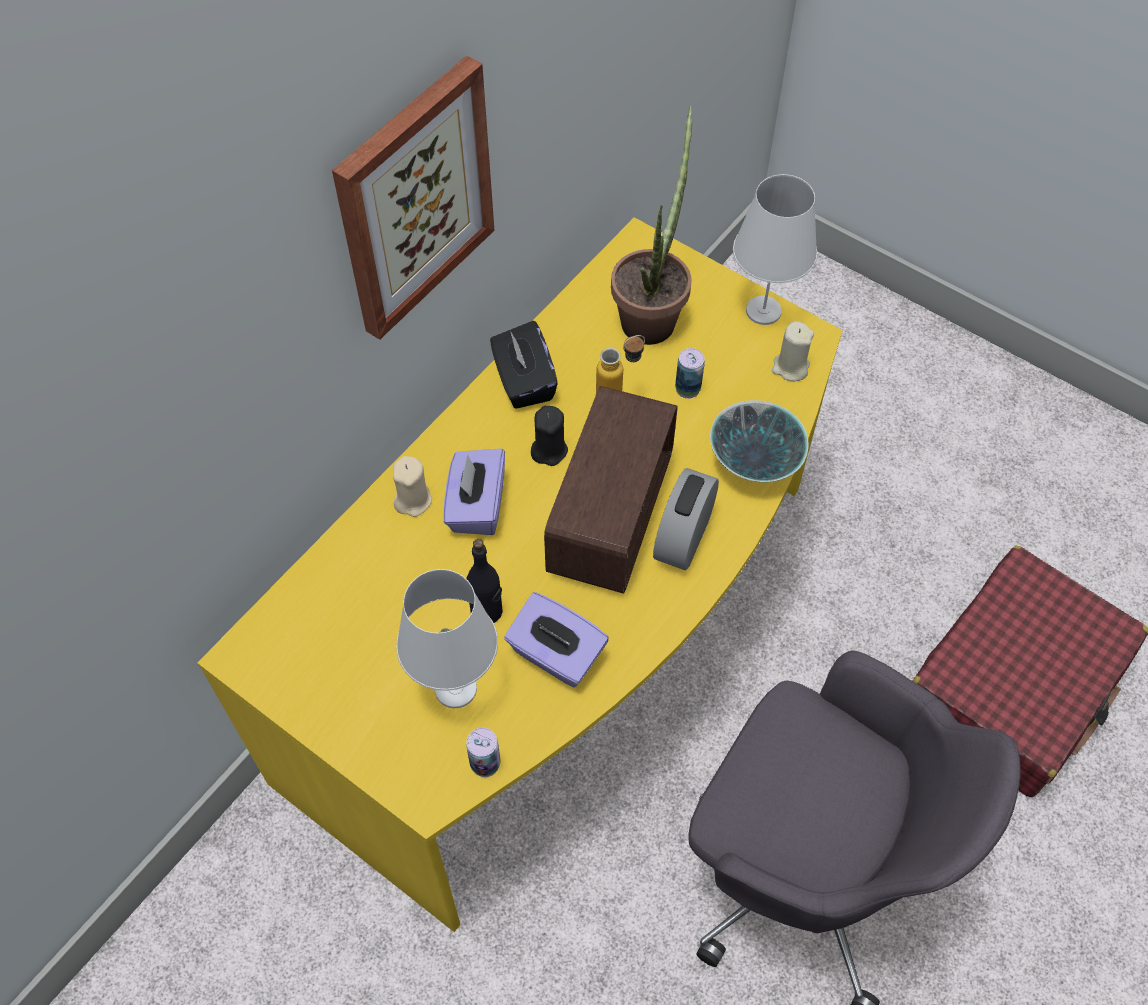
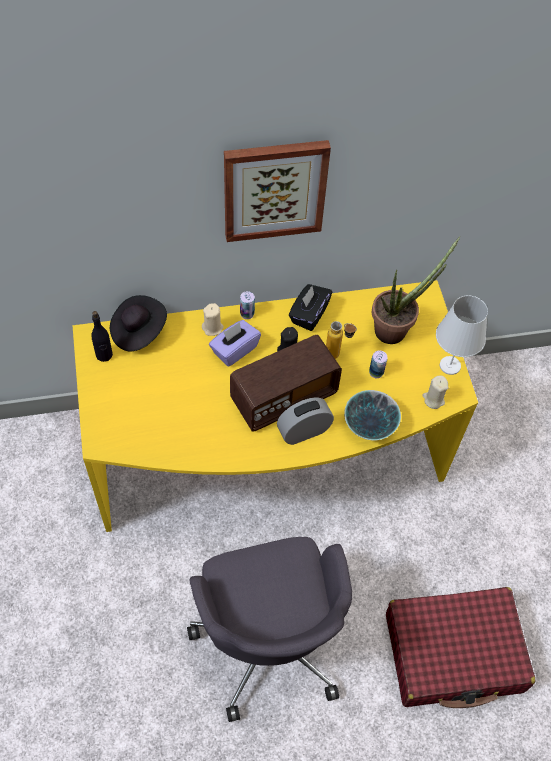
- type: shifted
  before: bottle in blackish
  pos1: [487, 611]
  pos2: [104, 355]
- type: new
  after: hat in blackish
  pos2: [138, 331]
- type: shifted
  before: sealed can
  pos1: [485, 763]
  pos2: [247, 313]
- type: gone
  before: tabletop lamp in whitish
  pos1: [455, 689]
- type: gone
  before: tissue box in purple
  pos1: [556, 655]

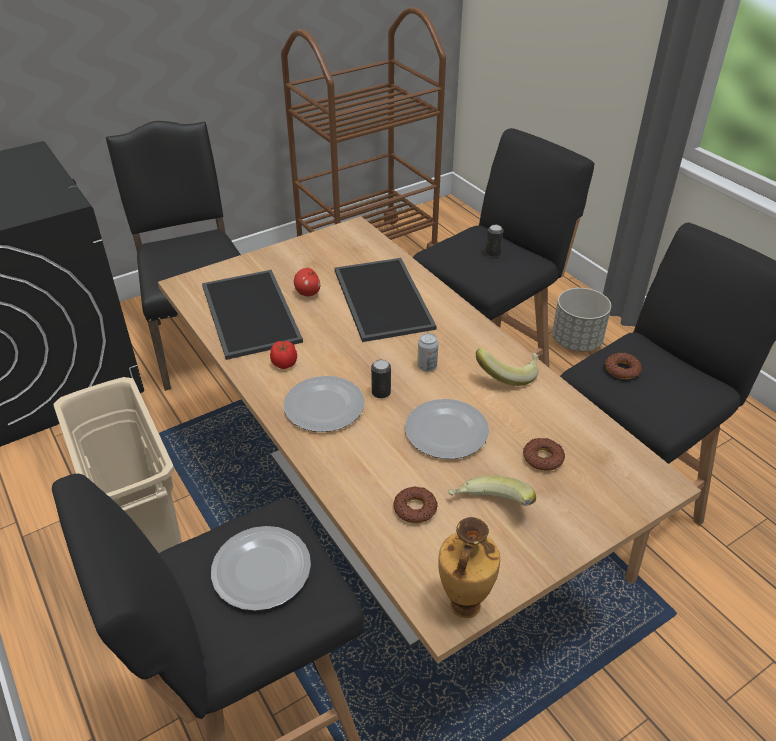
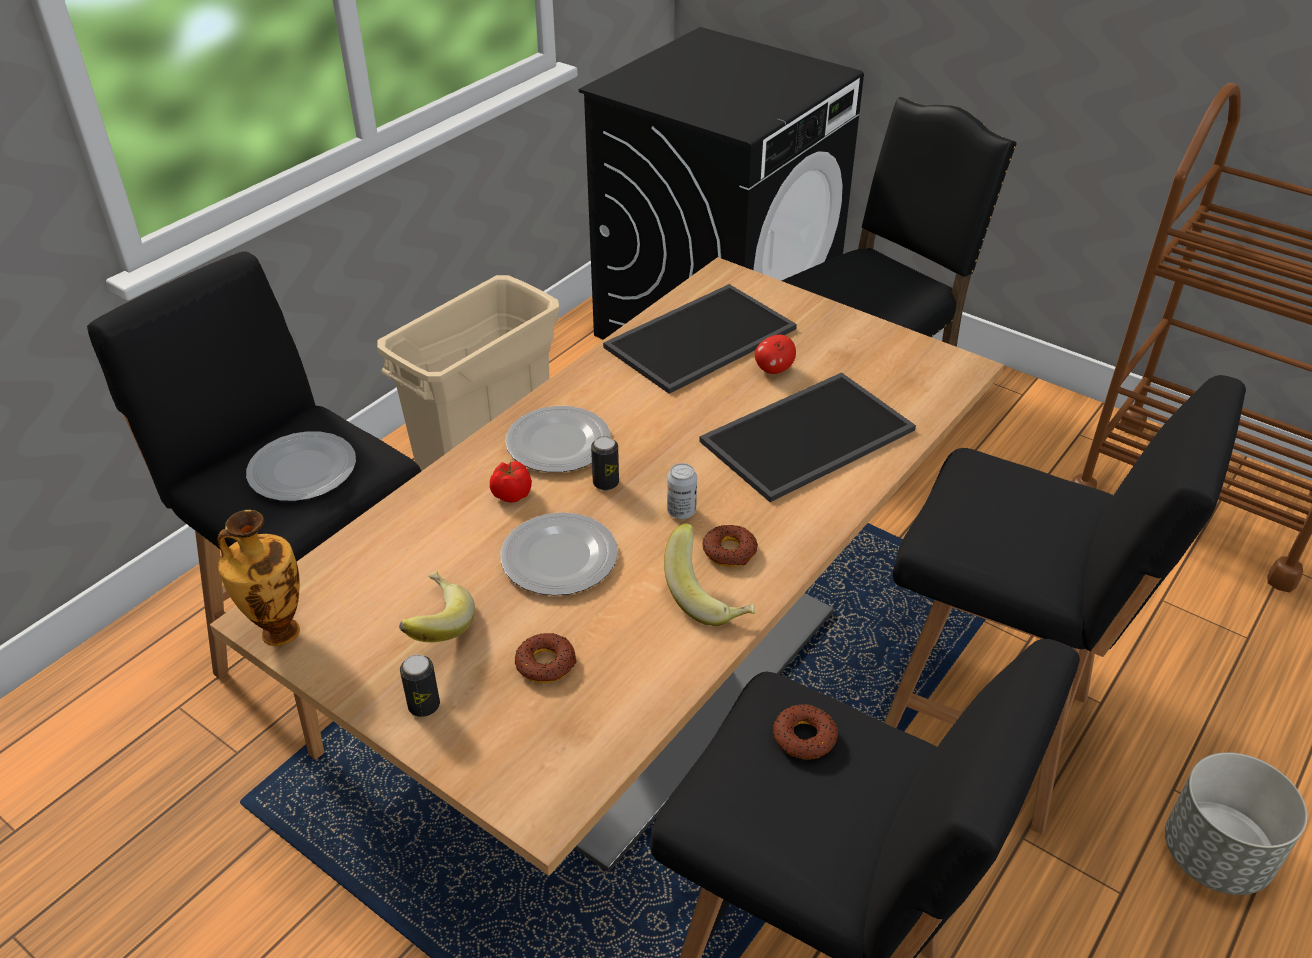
- type: shifted
  before: sealed can
  pos1: [493, 254]
  pos2: [424, 705]
- type: shifted
  before: fresh tomato
  pos1: [284, 364]
  pos2: [511, 494]
- type: shifted
  before: ring doughnut
  pos1: [415, 508]
  pos2: [729, 551]

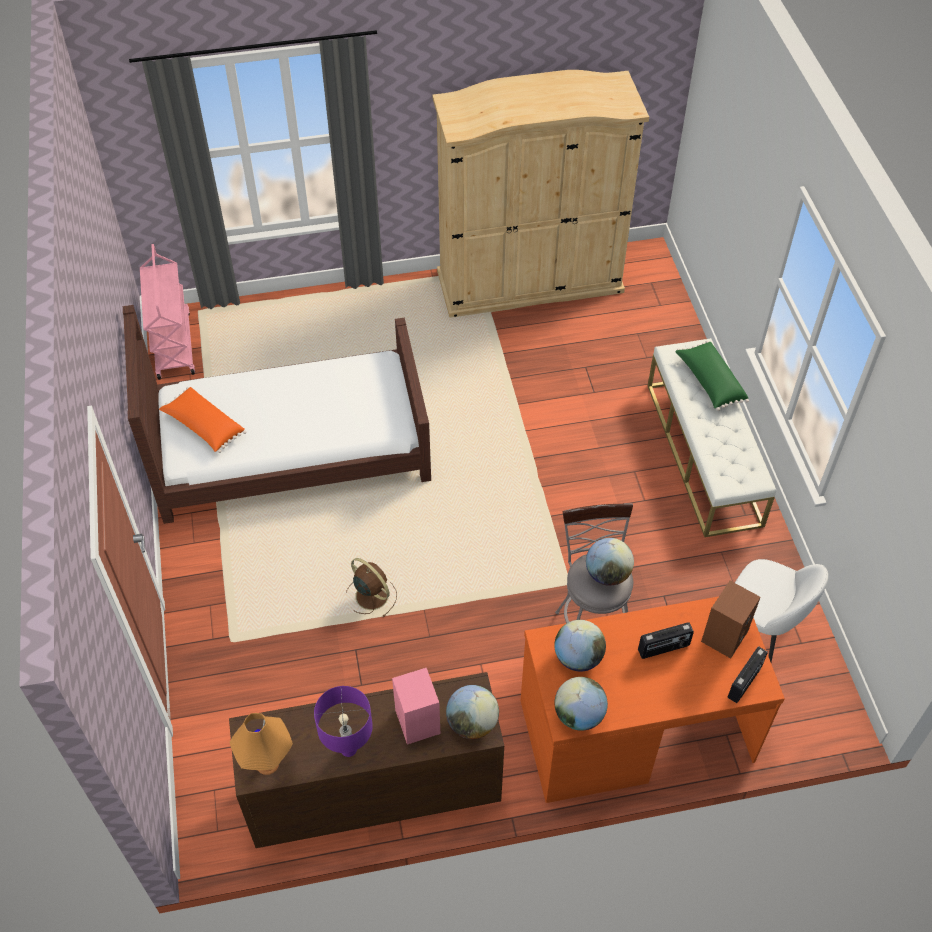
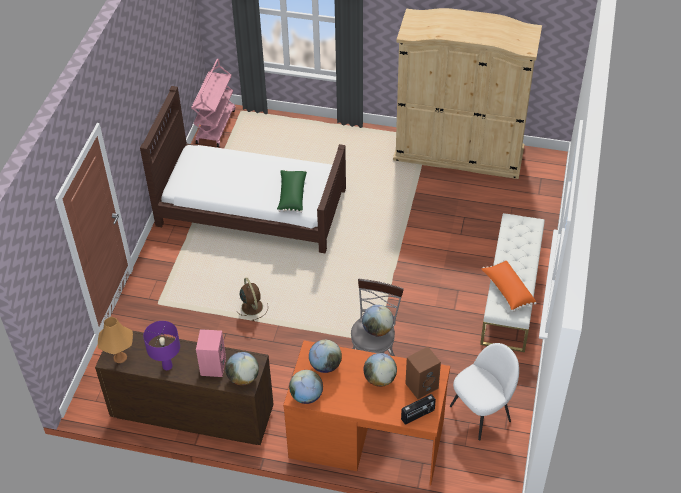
- type: shifted
  before: throw pillow in greenish
  pos1: [709, 382]
  pos2: [291, 195]
- type: swapped
  before: radio receiver
  after: globe
  pos1: [663, 648]
  pos2: [380, 379]
- type: rotated
  before: plain chair in whitish
  pos1: [759, 632]
  pos2: [481, 412]
  turn: -90
- type: shifted
  before: throw pillow in orange-coloured
  pos1: [204, 427]
  pos2: [507, 290]

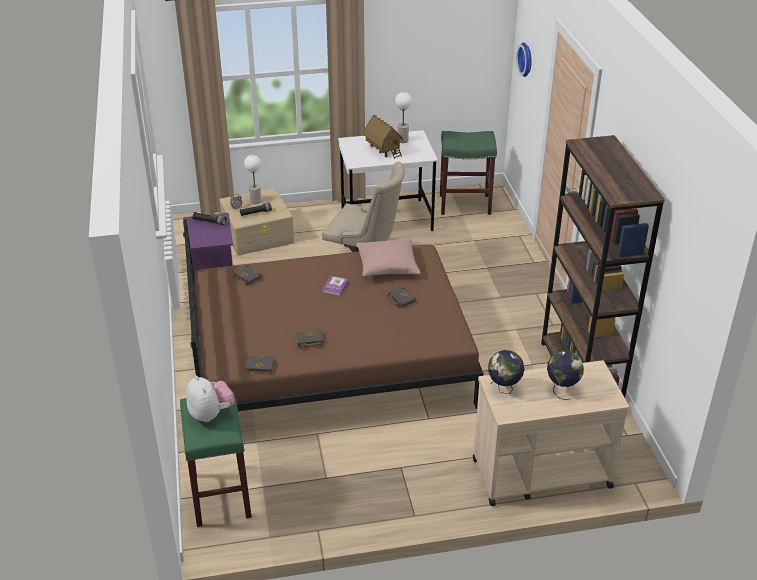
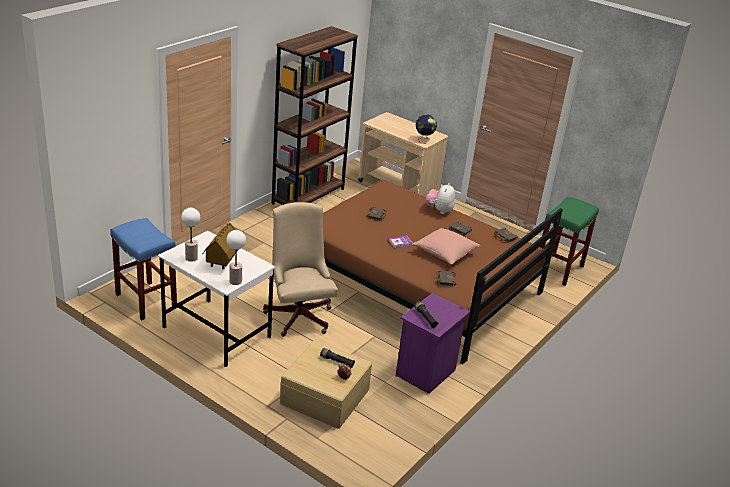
- type: repainted
  before: stool in greenish
  after: stool in bluish
  pos1: [465, 204]
  pos2: [145, 300]
- type: shifted
  before: tabletop lamp
  pos1: [255, 201]
  pos2: [235, 281]
- type: shifted
  before: throw pillow in pink-coloured
  pos1: [387, 266]
  pos2: [445, 253]
- type: shifted
  before: cuddly toy
  pos1: [211, 414]
  pos2: [439, 210]
- type: gone
  before: hanging clock
  pos1: [527, 59]
- type: gone
  before: globe
  pos1: [562, 389]

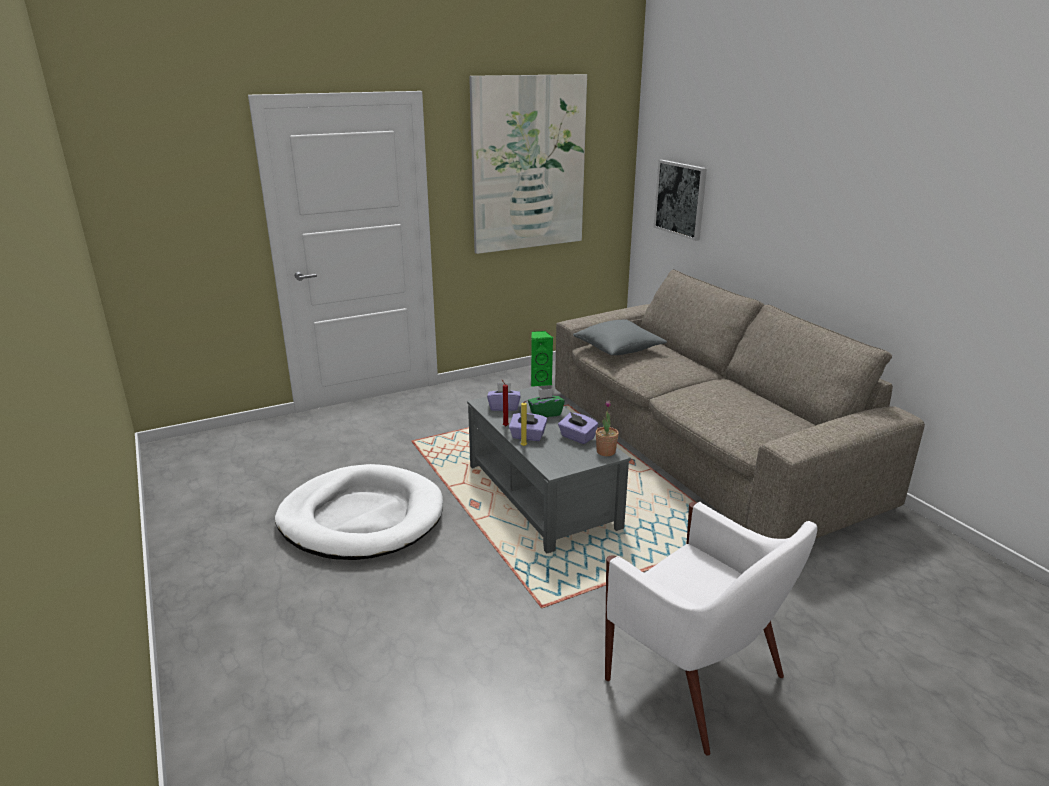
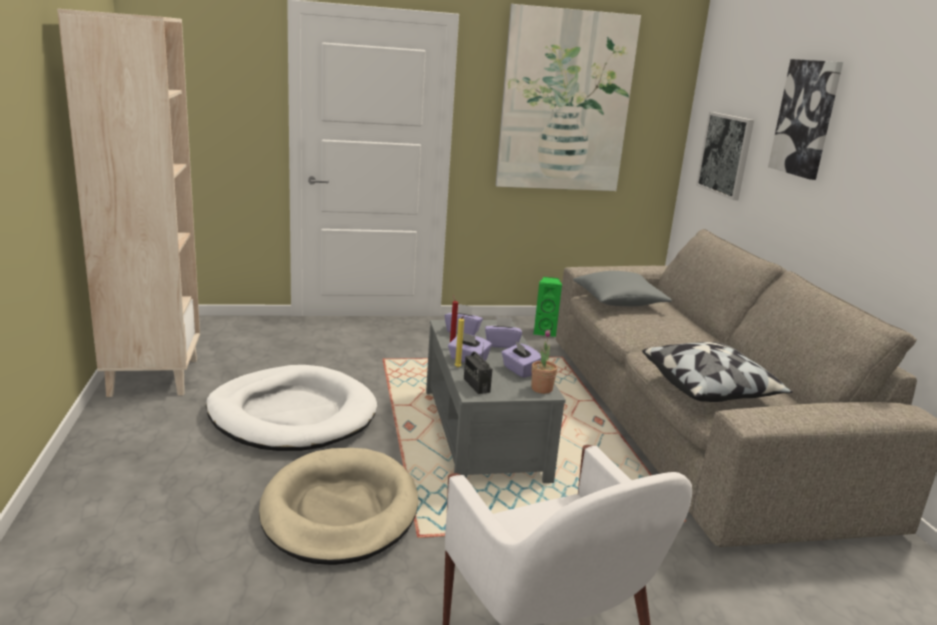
- type: new
  after: bookcase in sand-coloured
  pos2: [153, 376]
- type: new
  after: pet bed in sand-coloured
  pos2: [339, 511]
- type: new
  after: radio receiver
  pos2: [476, 385]
- type: repainted
  before: tissue box in greenish
  after: tissue box in purple
  pos1: [545, 413]
  pos2: [501, 344]
- type: new
  after: throw pillow
  pos2: [710, 389]
- type: new
  after: wall art
  pos2: [806, 118]

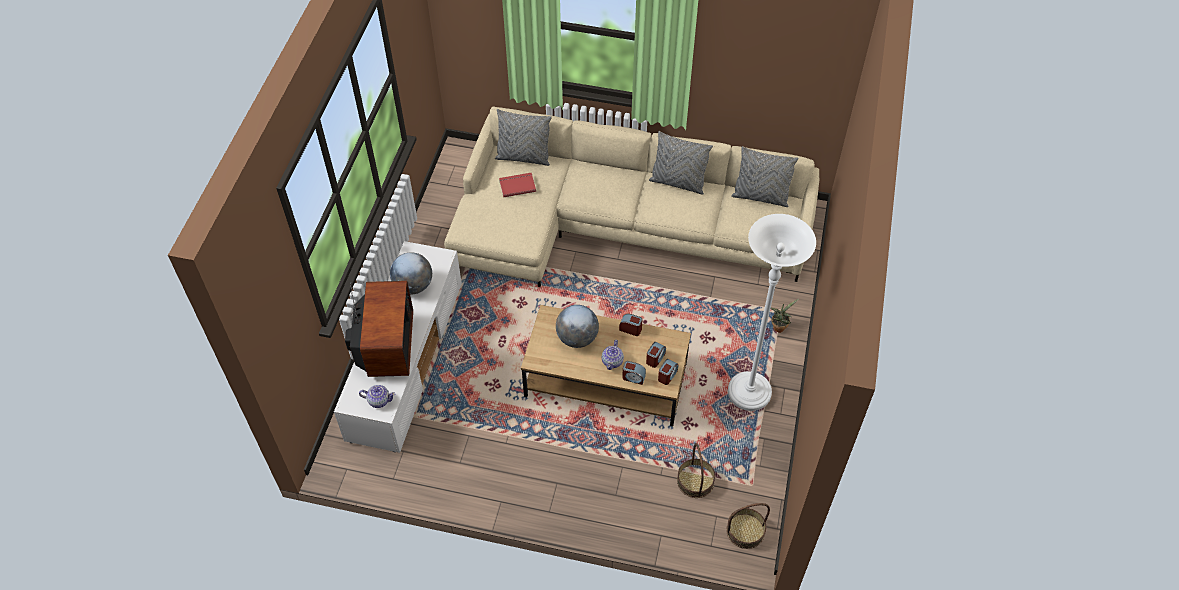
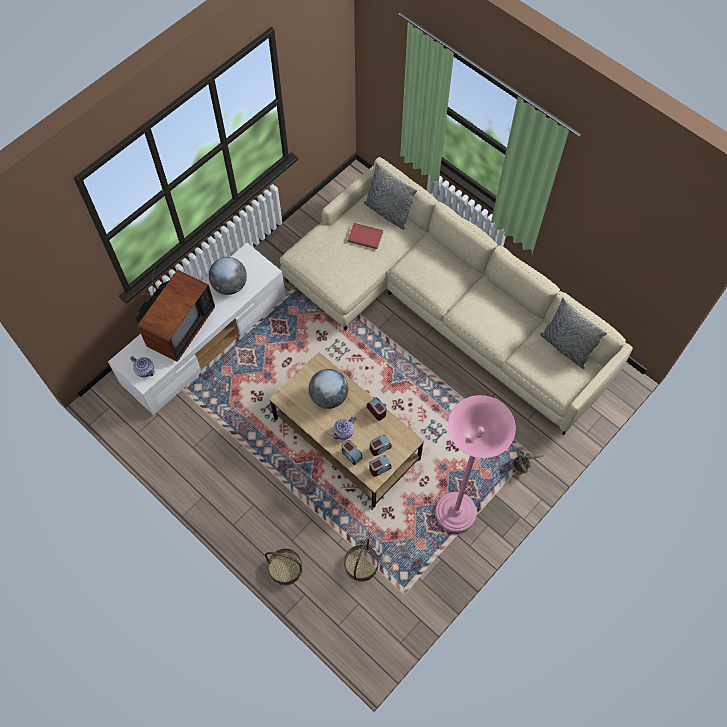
- type: shifted
  before: storage basket
  pos1: [745, 531]
  pos2: [285, 568]
- type: repainted
  before: standing lamp in whitish
  after: standing lamp in pink-coloured
  pos1: [749, 393]
  pos2: [455, 513]
- type: gone
  before: throw pillow in greyish
  pos1: [678, 182]

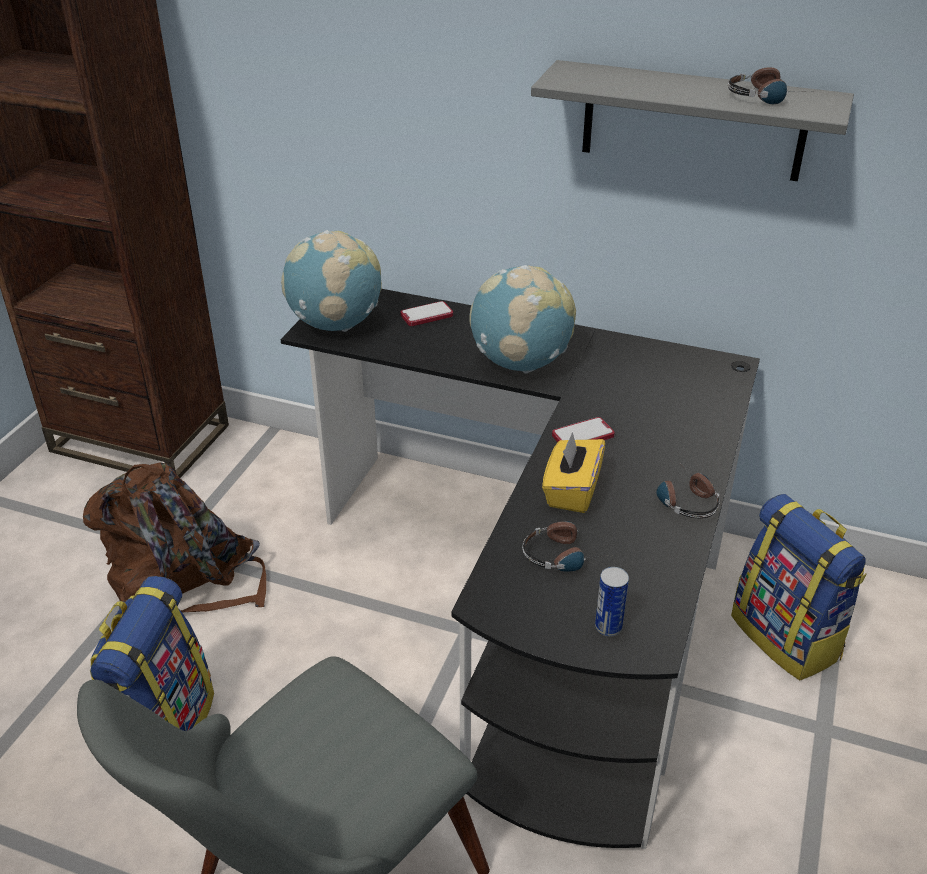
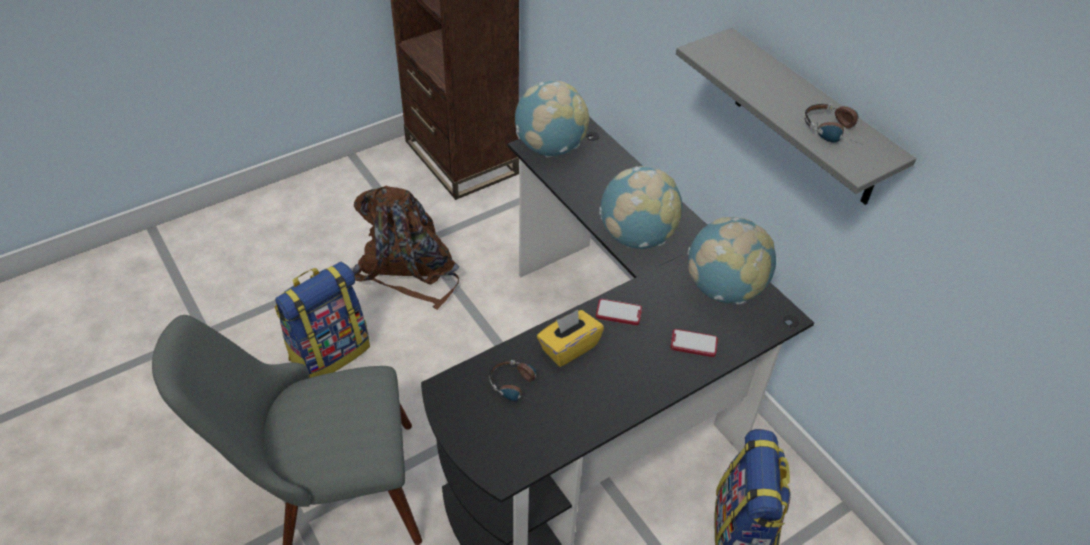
- type: shifted
  before: telephone
  pos1: [426, 315]
  pos2: [693, 344]
- type: new
  after: globe
  pos2: [724, 289]
- type: gone
  before: sealed can
  pos1: [608, 627]
- type: gone
  before: pair of headphones
  pos1: [683, 499]

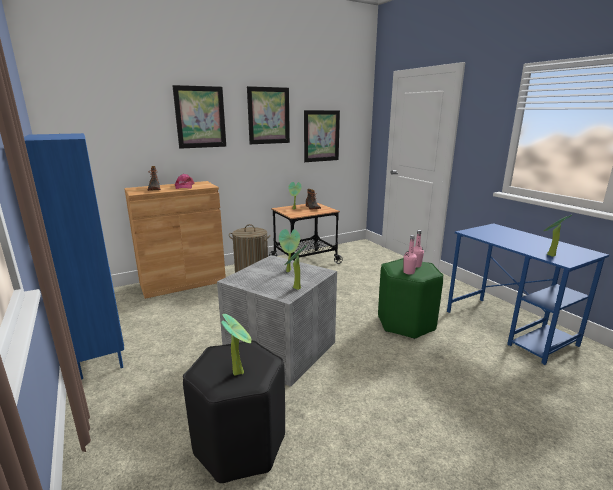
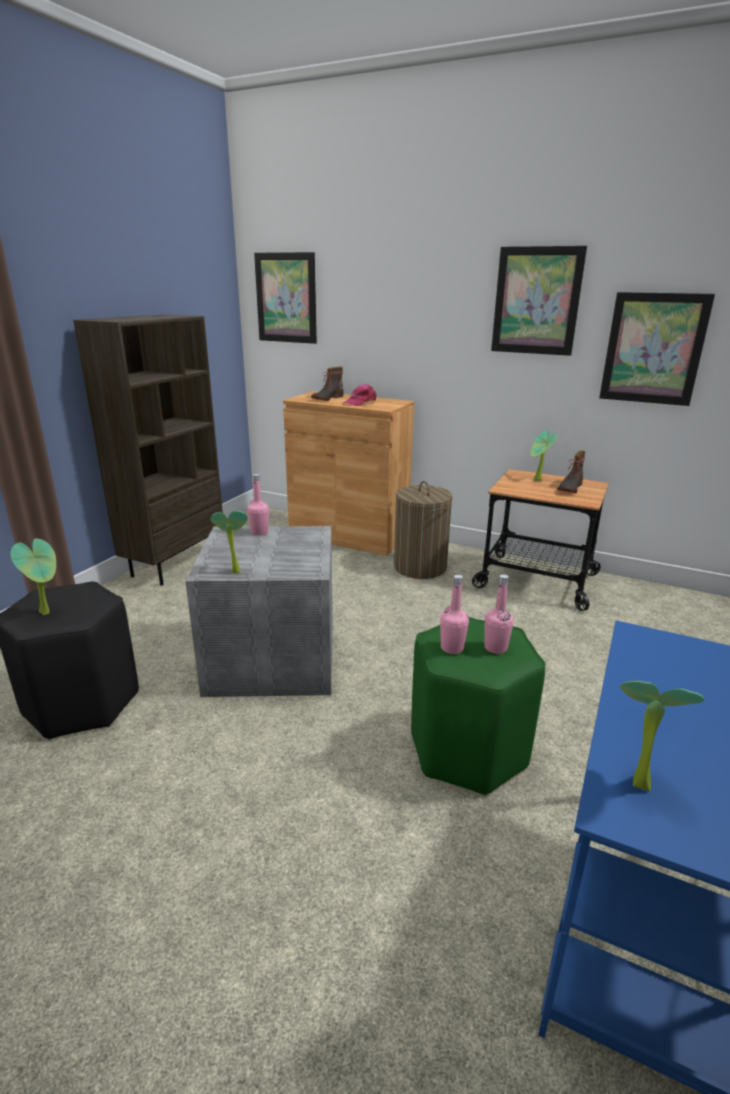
- type: repainted
  before: bookcase in bluish
  after: bookcase in brown
  pos1: [99, 352]
  pos2: [175, 563]
- type: new
  after: bottle in pink-coloured
  pos2: [259, 532]
- type: shifted
  before: wall art
  pos1: [200, 117]
  pos2: [286, 298]
- type: gone
  before: potted plant
  pos1: [289, 271]

